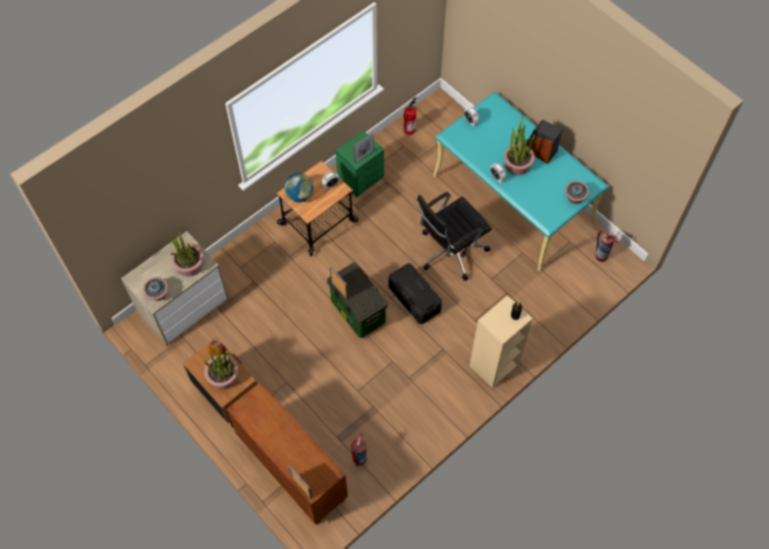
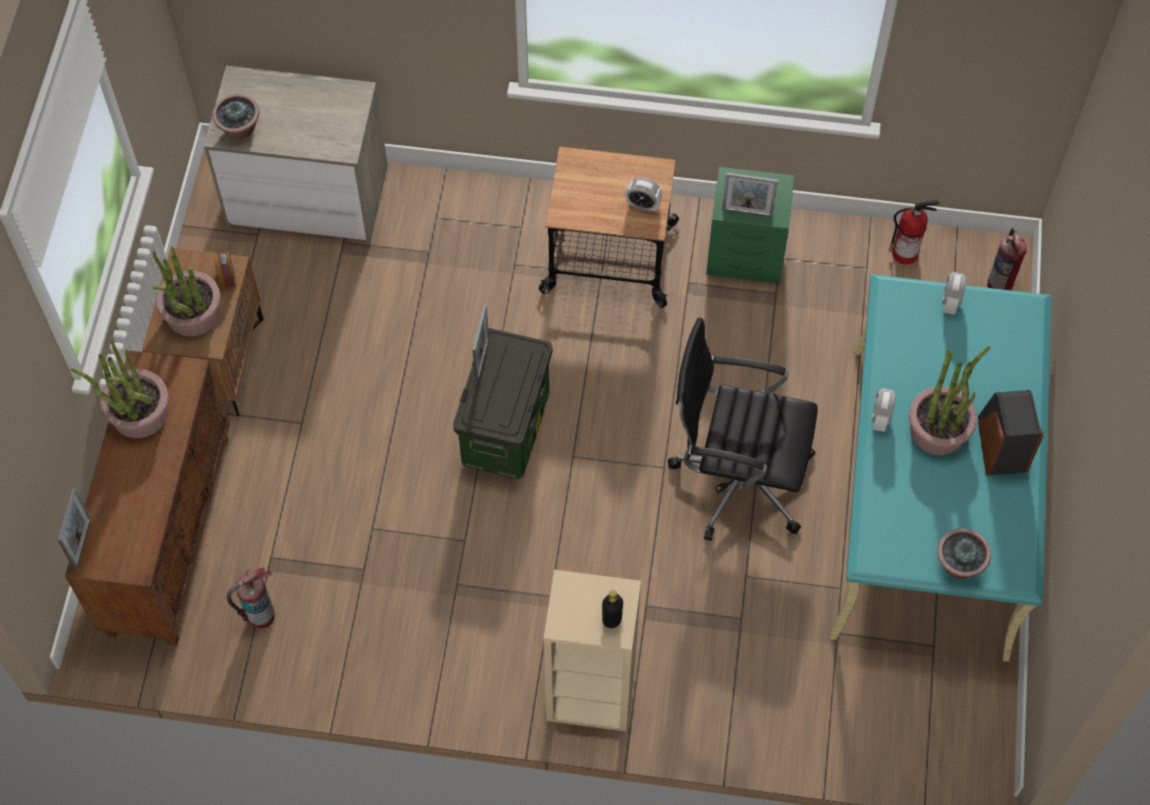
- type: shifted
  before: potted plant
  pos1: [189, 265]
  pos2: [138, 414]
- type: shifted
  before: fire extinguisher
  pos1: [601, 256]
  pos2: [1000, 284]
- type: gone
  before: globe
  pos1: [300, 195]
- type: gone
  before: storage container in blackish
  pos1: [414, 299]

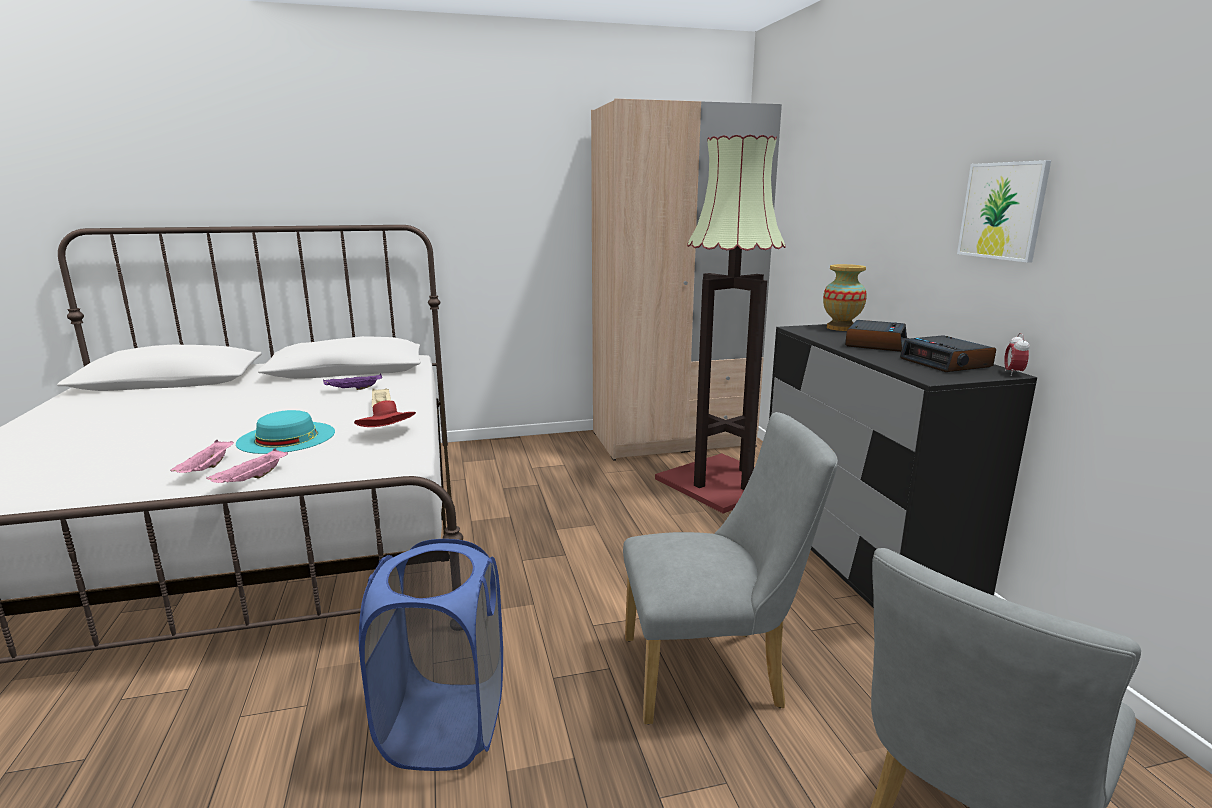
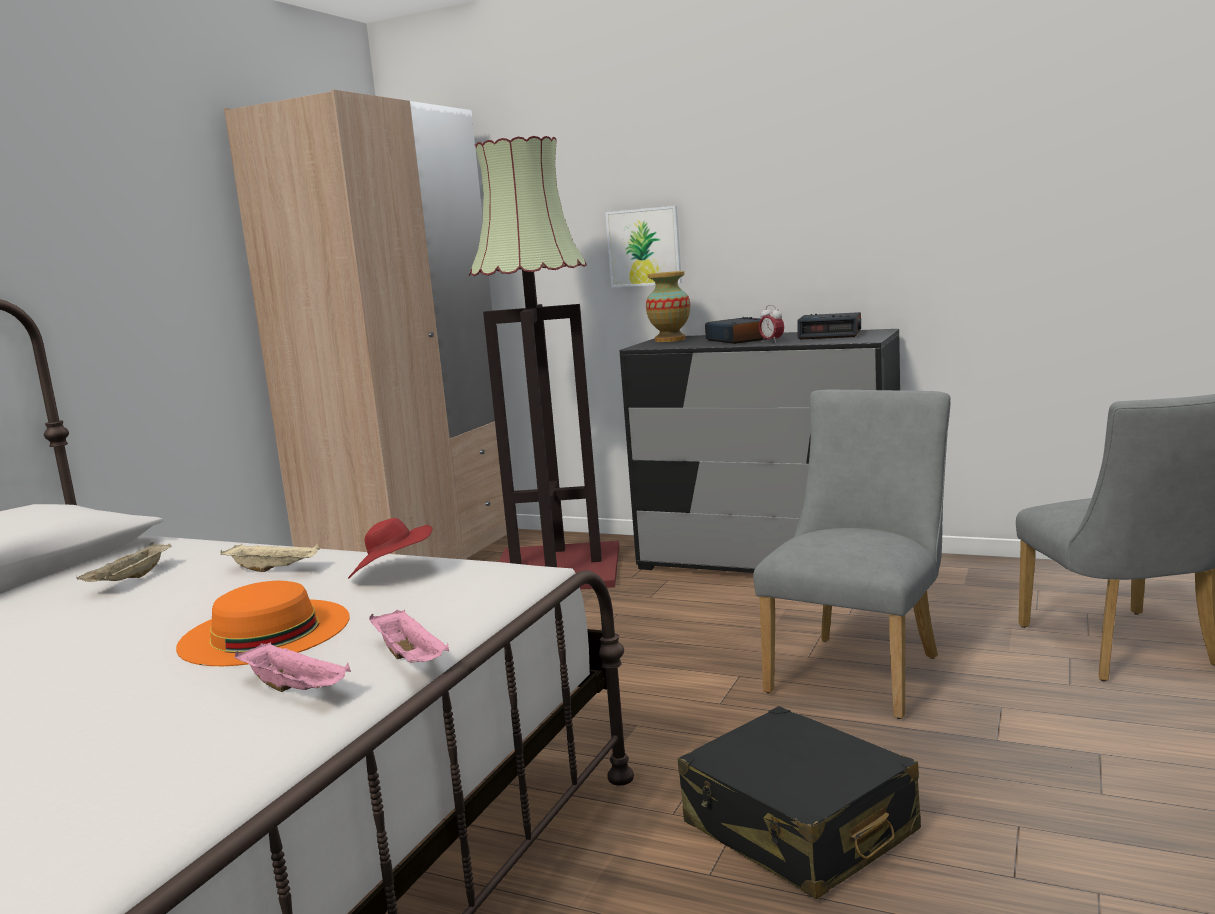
- type: repainted
  before: serving tray in purple
  after: serving tray in sand-coloured
  pos1: [353, 389]
  pos2: [130, 580]
- type: repainted
  before: hat in turquoise-coloured
  after: hat in orange-coloured
  pos1: [286, 437]
  pos2: [265, 631]
- type: shifted
  before: wall art
  pos1: [1002, 211]
  pos2: [644, 247]
- type: swapped
  before: hamper in bluish
  after: travel case in blackish
  pos1: [445, 726]
  pos2: [798, 828]
- type: shifted
  before: alarm clock
  pos1: [1013, 373]
  pos2: [771, 342]

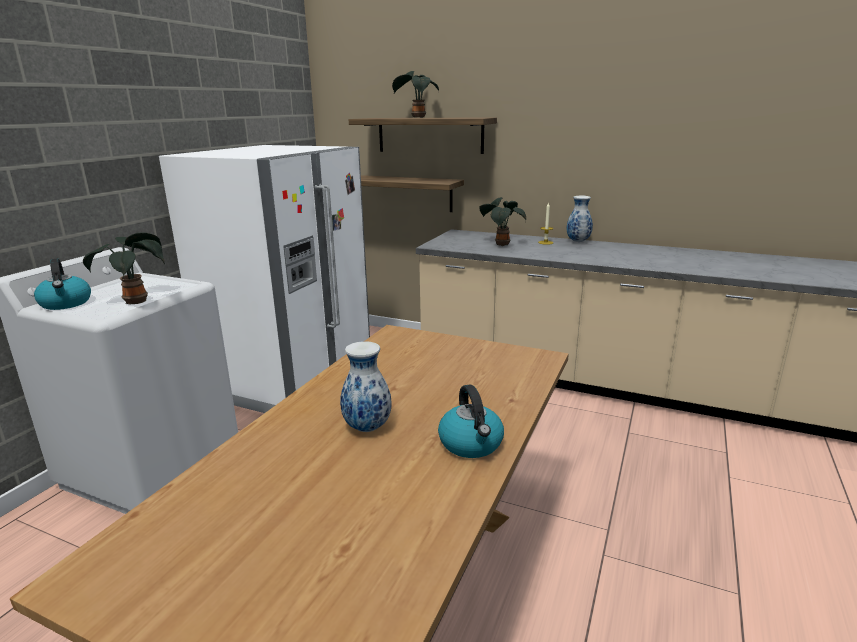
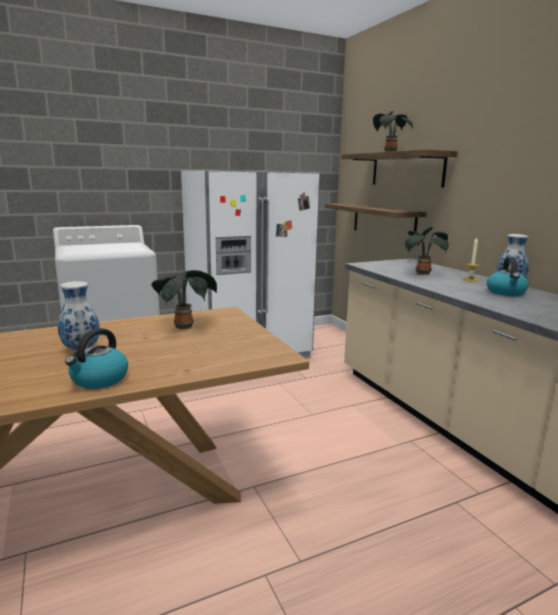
- type: shifted
  before: potted plant
  pos1: [138, 301]
  pos2: [186, 326]
- type: shifted
  before: kettle
  pos1: [66, 303]
  pos2: [506, 292]

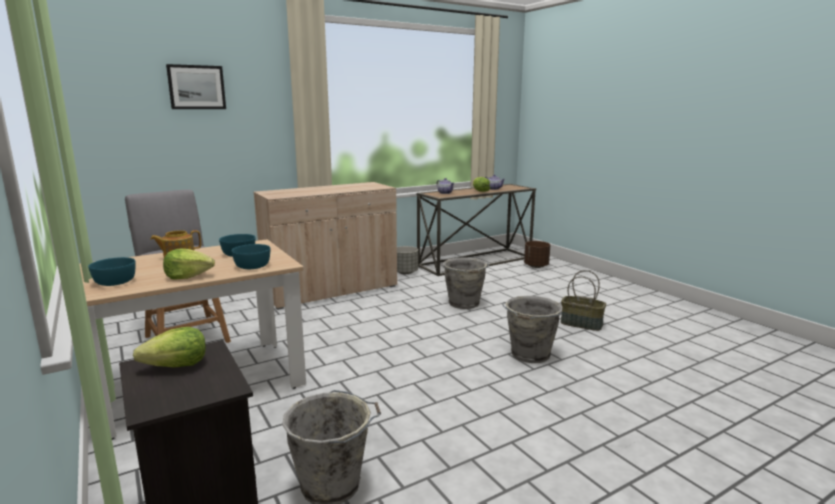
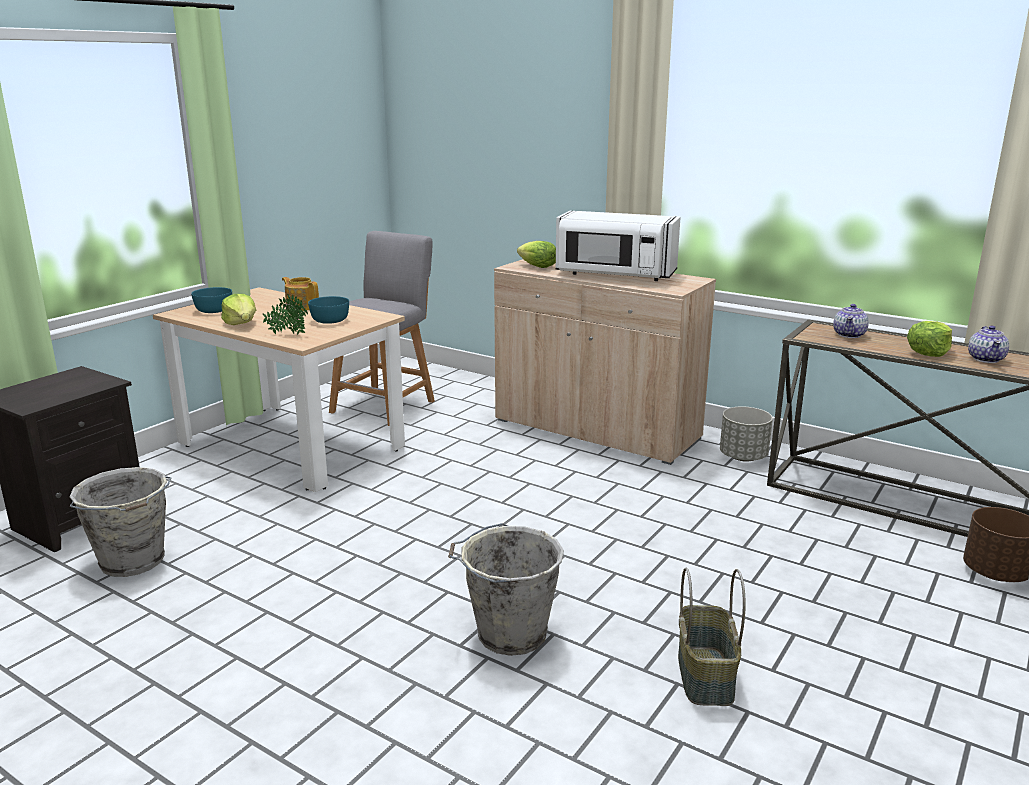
- type: swapped
  before: deep dish in turquoise-coloured
  after: potted plant
  pos1: [252, 266]
  pos2: [287, 334]
- type: shifted
  before: head of lettuce
  pos1: [177, 366]
  pos2: [537, 266]
- type: new
  after: microwave in whitish
  pos2: [614, 275]
- type: gone
  before: wall art
  pos1: [196, 87]
- type: gone
  before: pail in greyish
  pos1: [464, 304]

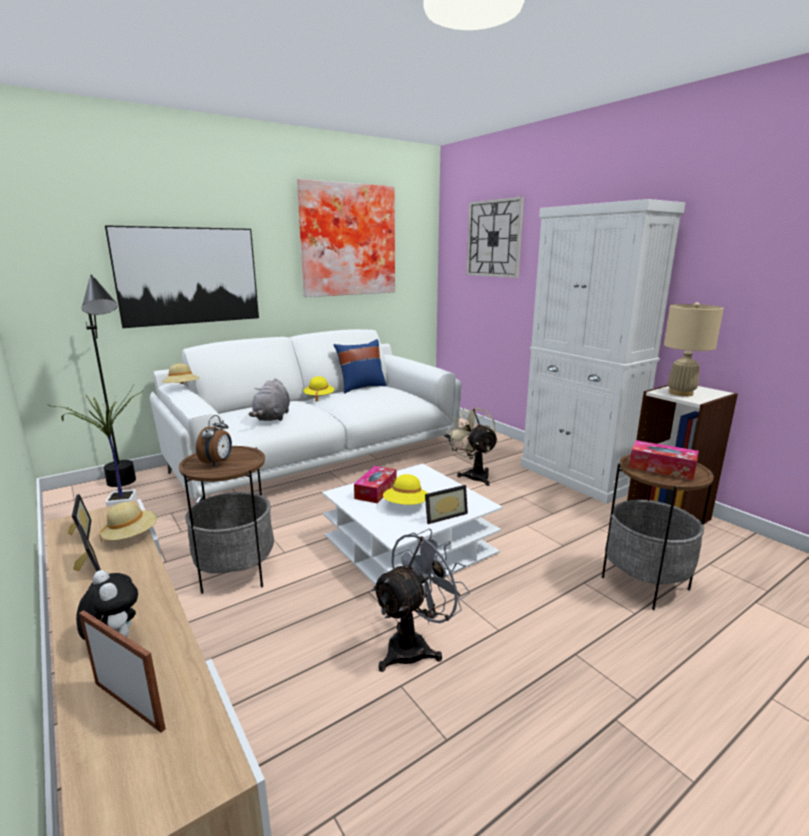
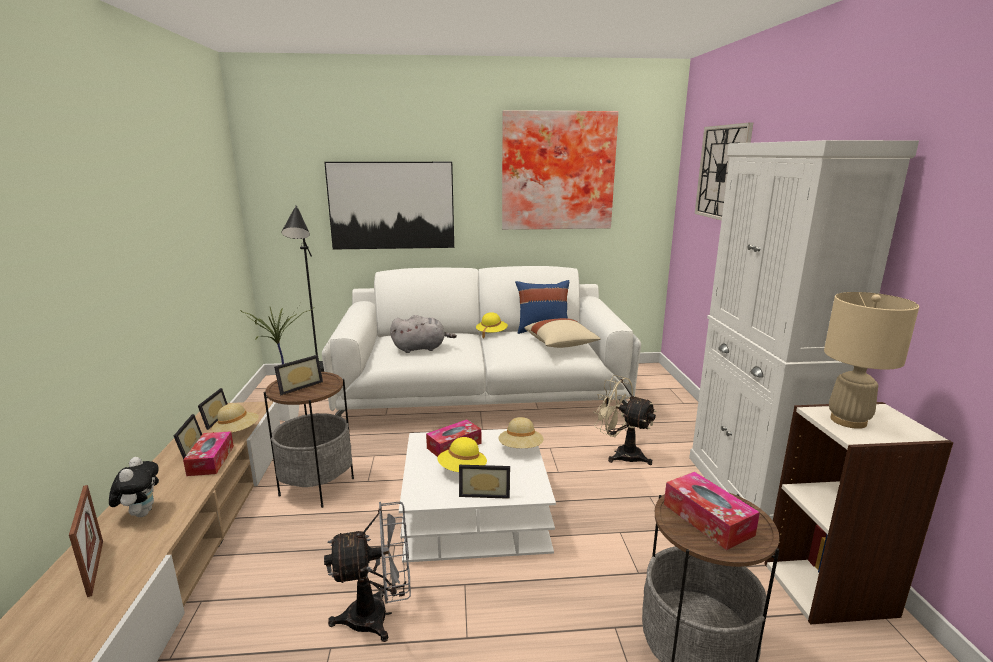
- type: new
  after: tissue box
  pos2: [211, 460]
- type: swapped
  before: alarm clock
  after: photo frame
  pos1: [218, 462]
  pos2: [298, 386]
- type: rotated
  before: cuddly toy in greyish
  pos1: [272, 417]
  pos2: [421, 348]
  turn: -135
- type: shifted
  before: hat in sand-coloured
  pos1: [182, 388]
  pos2: [520, 448]
- type: new
  after: throw pillow in sand-coloured
  pos2: [561, 344]
- type: rotated
  before: electric fan in sand-coloured
  pos1: [474, 475]
  pos2: [621, 454]
  turn: -60

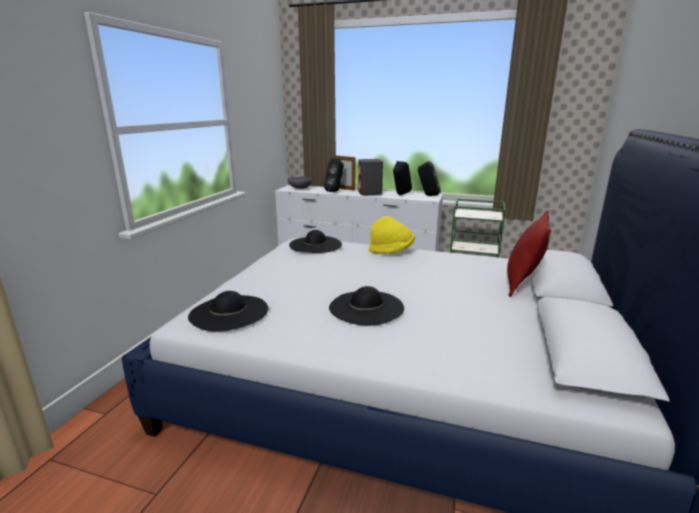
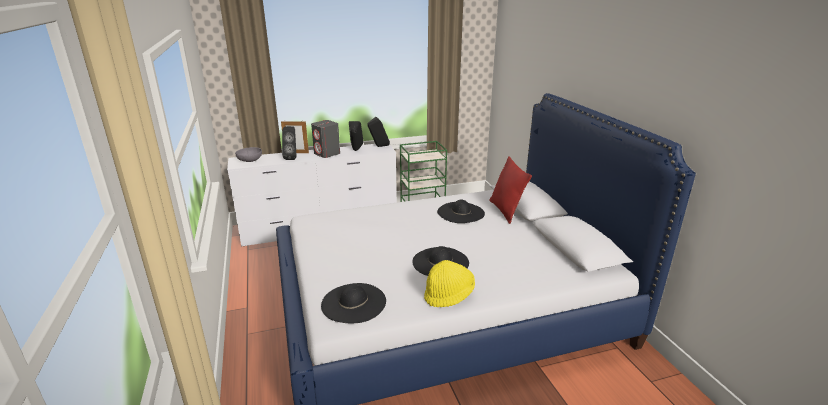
- type: shifted
  before: hat in yellowish
  pos1: [391, 251]
  pos2: [449, 295]
- type: shifted
  before: hat in blackish
  pos1: [315, 244]
  pos2: [460, 212]

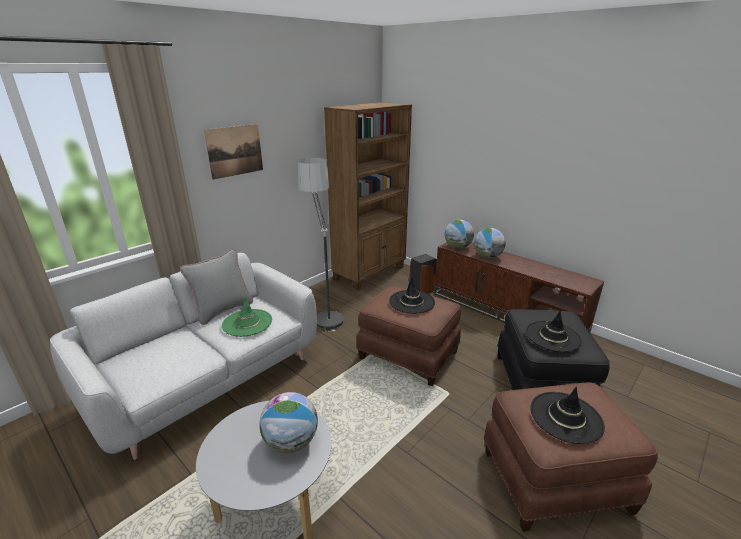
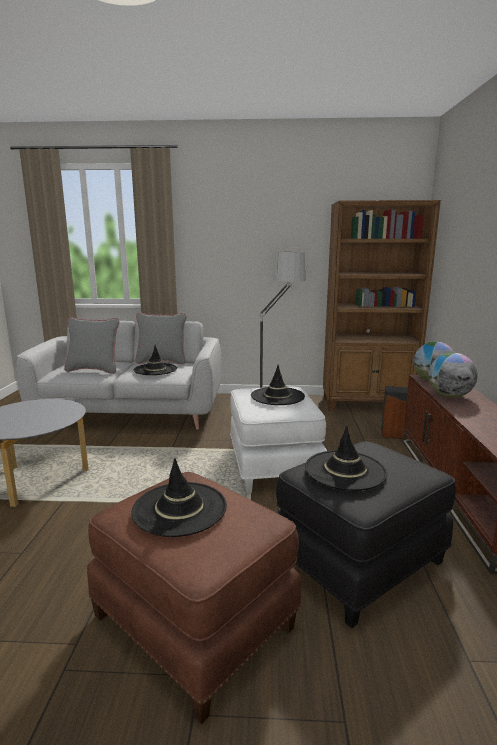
- type: new
  after: throw pillow in greyish
  pos2: [94, 370]
- type: repainted
  before: hat in greenish
  after: hat in blackish
  pos1: [247, 323]
  pos2: [155, 369]
- type: repainted
  before: footrest in brown
  after: footrest in whitish
  pos1: [408, 355]
  pos2: [273, 465]
- type: gone
  before: wall art
  pos1: [235, 151]
- type: gone
  before: globe
  pos1: [291, 442]

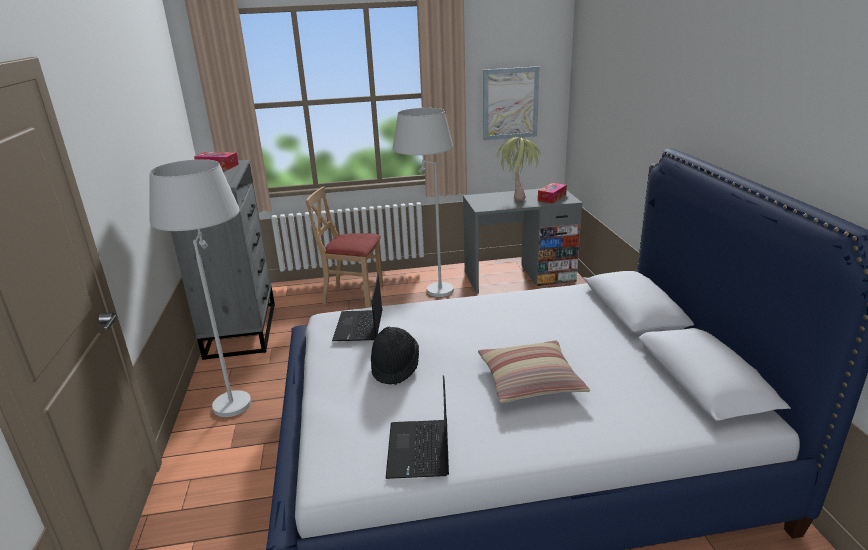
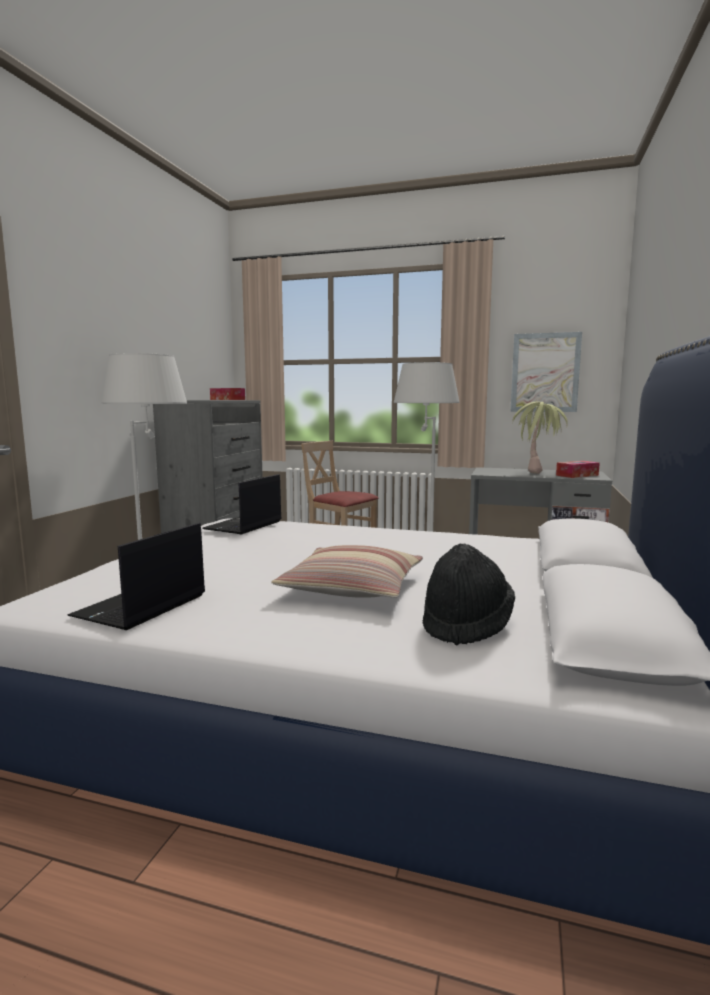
- type: shifted
  before: hat in blackish
  pos1: [395, 367]
  pos2: [466, 624]

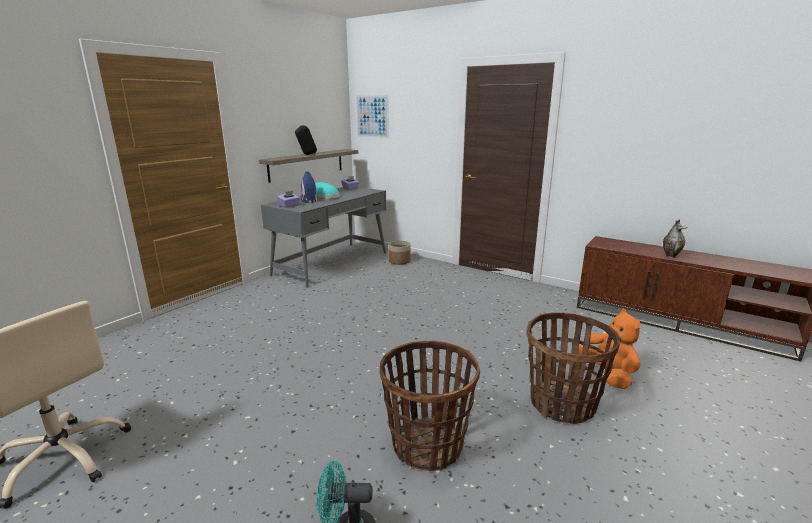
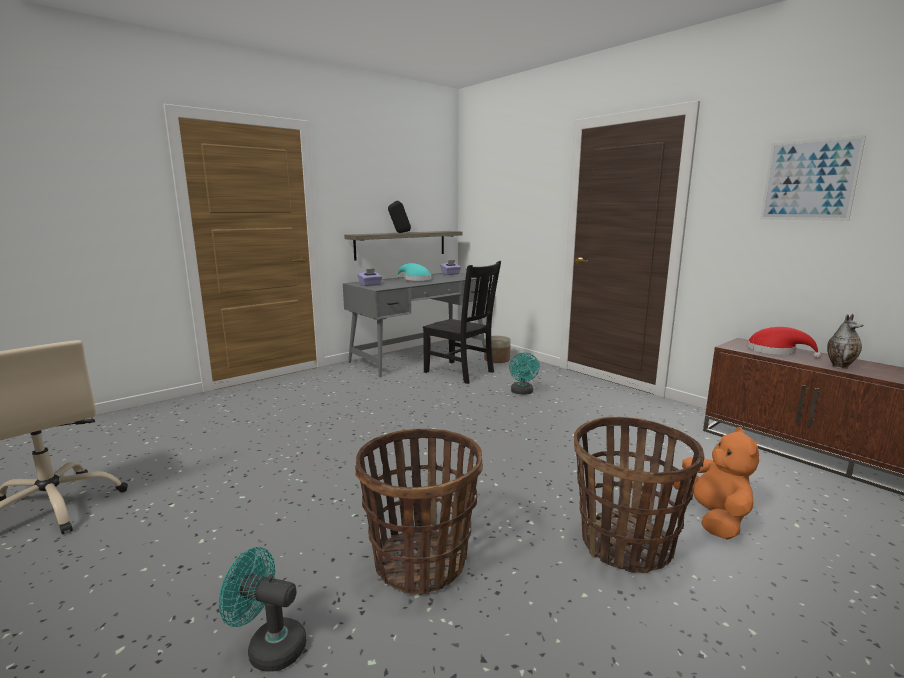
- type: new
  after: plain chair in blackish
  pos2: [460, 372]
- type: new
  after: electric fan in turquoise-coloured
  pos2: [522, 392]
- type: new
  after: hat in reddish
  pos2: [775, 351]
- type: shifted
  before: wall art
  pos1: [372, 116]
  pos2: [809, 180]
- type: gone
  before: decorative vase in bluish
  pos1: [309, 201]

